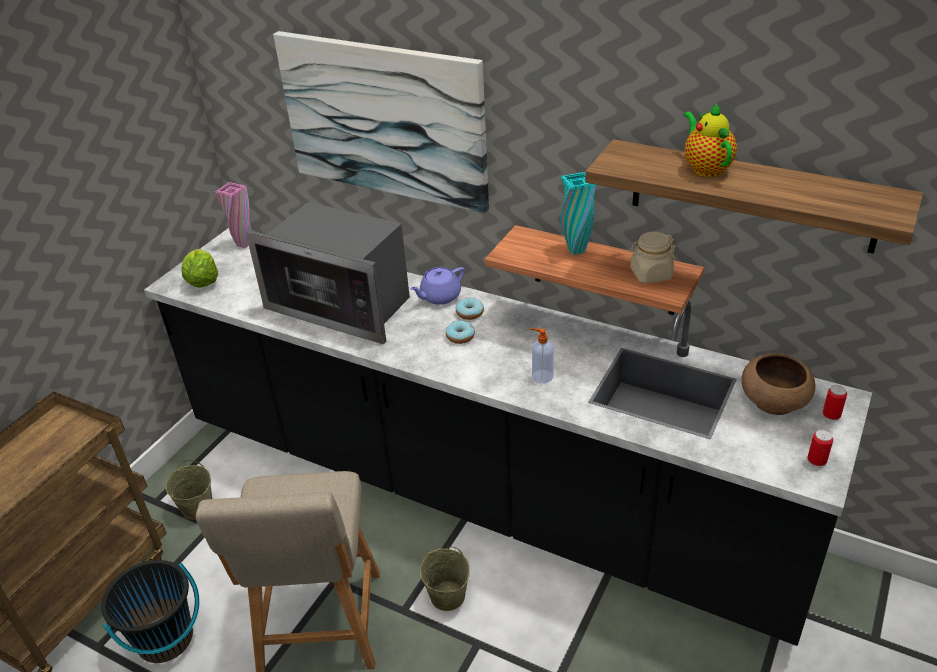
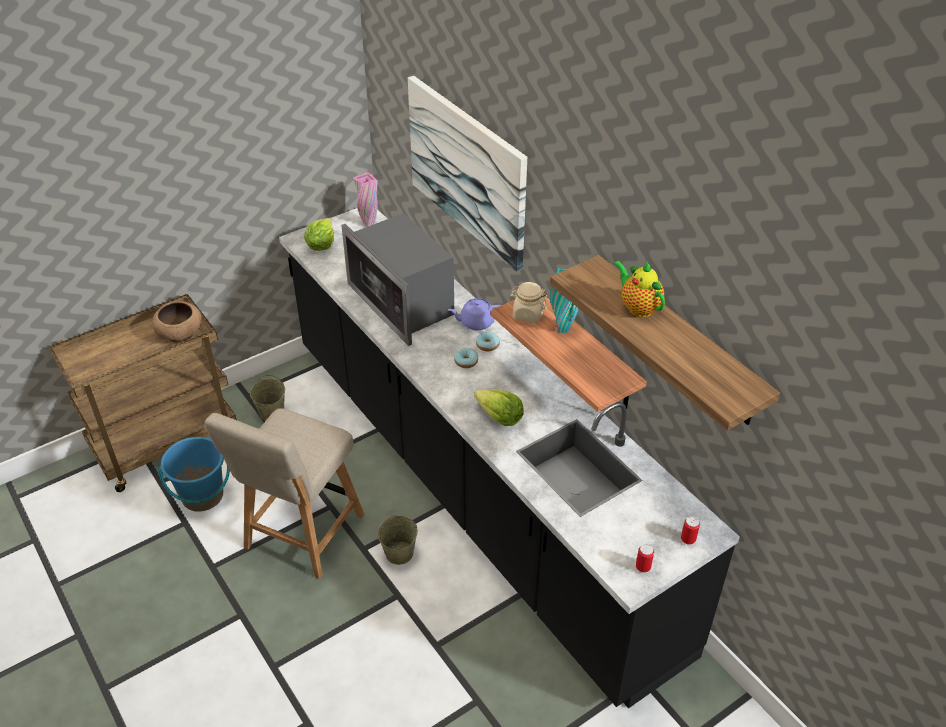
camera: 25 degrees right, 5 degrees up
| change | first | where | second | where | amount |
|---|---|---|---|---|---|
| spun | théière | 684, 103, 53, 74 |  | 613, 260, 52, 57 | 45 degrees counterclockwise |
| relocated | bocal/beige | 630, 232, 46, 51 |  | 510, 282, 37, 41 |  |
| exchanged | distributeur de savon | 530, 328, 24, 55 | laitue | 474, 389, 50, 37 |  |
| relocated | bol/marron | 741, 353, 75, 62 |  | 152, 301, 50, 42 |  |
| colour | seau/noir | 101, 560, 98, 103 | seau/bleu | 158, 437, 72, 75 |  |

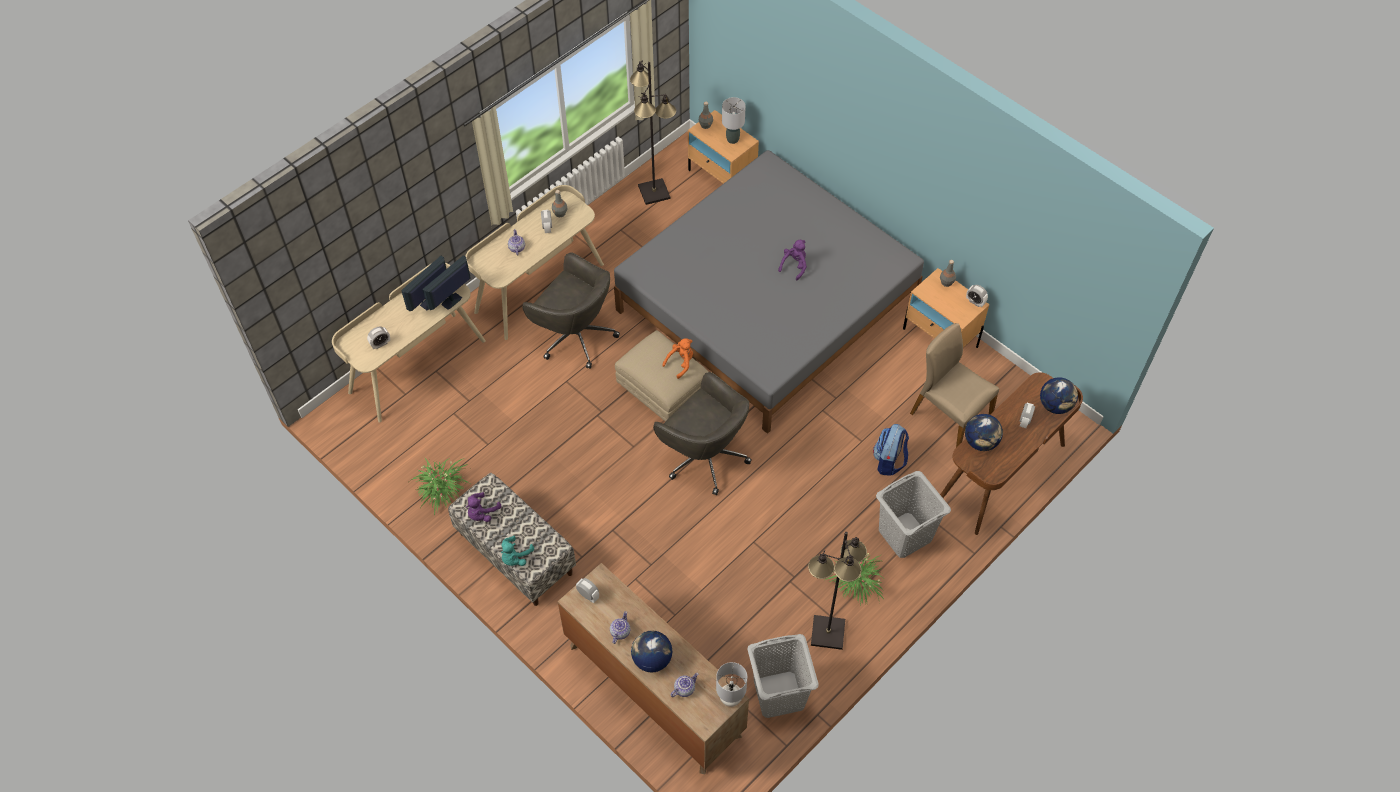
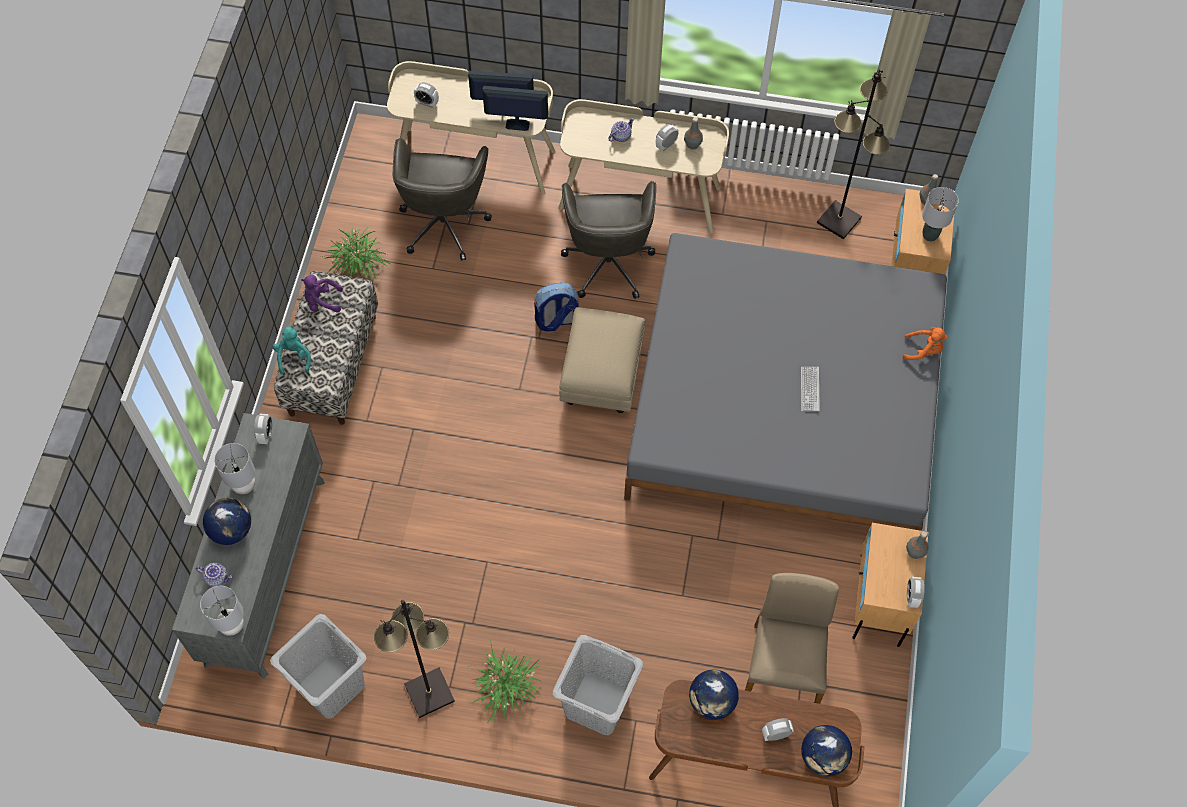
camera: 55 degrees right, 5 degrees up
| change | first | where | second | where | amount |
|---|---|---|---|---|---|
| exchanged | peluche/violet | 778, 240, 29, 40 | clavier | 801, 367, 19, 44 |  |
| relocated | peluche/orange | 662, 338, 31, 41 |  | 903, 327, 45, 33 |  |
| relocated | chaise de bureau/gris | 653, 372, 99, 123 |  | 393, 138, 99, 123 |  |
| relocated | sac à dos | 873, 424, 36, 52 |  | 534, 282, 45, 50 |  |
| spun | peluche/turquoise | 501, 536, 33, 30 |  | 273, 325, 38, 49 | 90 degrees clockwise |
| colour | commode/marron | 557, 563, 192, 211 | commode/gris | 172, 413, 153, 266 |  |
| exchanged | théière | 610, 611, 20, 33 | lampe de table/gris | 214, 443, 41, 51 |  |

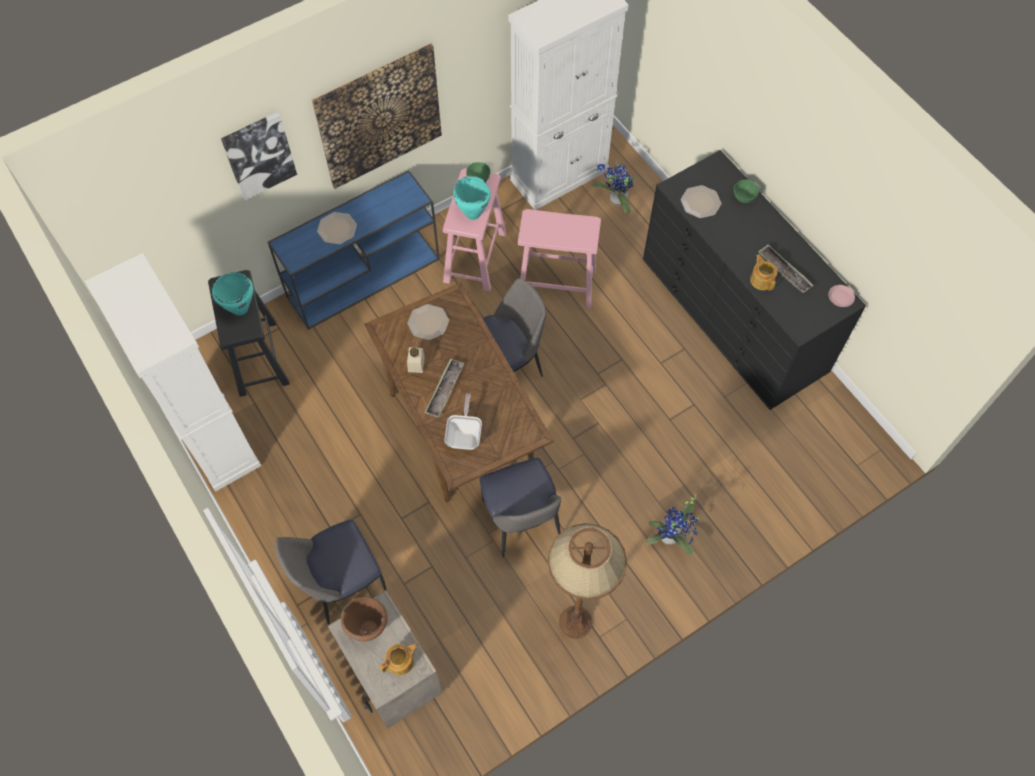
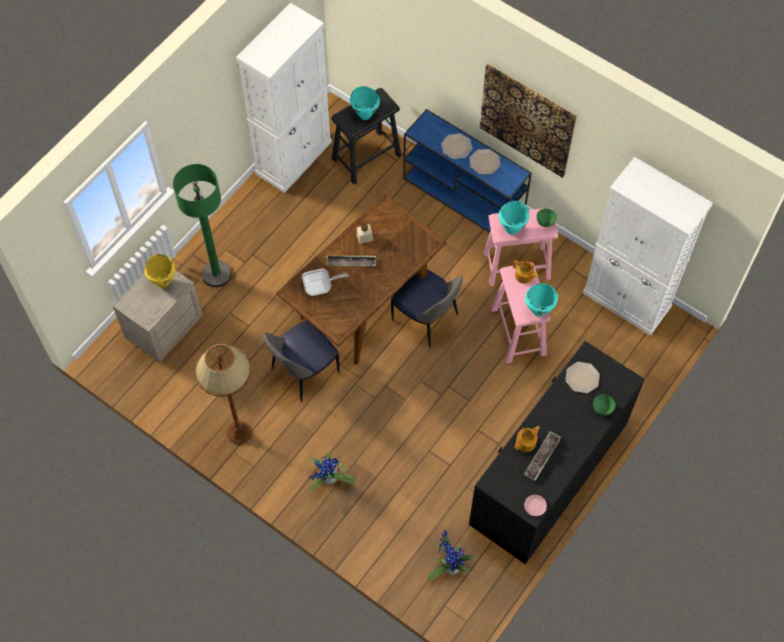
camera: 70 degrees right, 0 degrees up
| change | first | where | second | where | amount |
|---|---|---|---|---|---|
| missing | tableau | 221, 112, 76, 89 |  |  |  |
| relocated | plante en pot | 592, 160, 43, 54 |  | 428, 530, 48, 50 |  |
| relocated | assiette | 407, 304, 42, 36 |  | 470, 149, 30, 25 |  |
| exchanged | chaise | 275, 520, 111, 105 | lampadaire/vert | 173, 164, 59, 123 |  |
| colour | marmite/marron | 341, 597, 47, 45 | marmite/jaune | 144, 254, 31, 34 |  |
| relocated | théière | 380, 643, 38, 32 |  | 513, 260, 26, 24 |  |
| appeared |  |  | marmite/turquoise | 525, 283, 33, 34 |  |

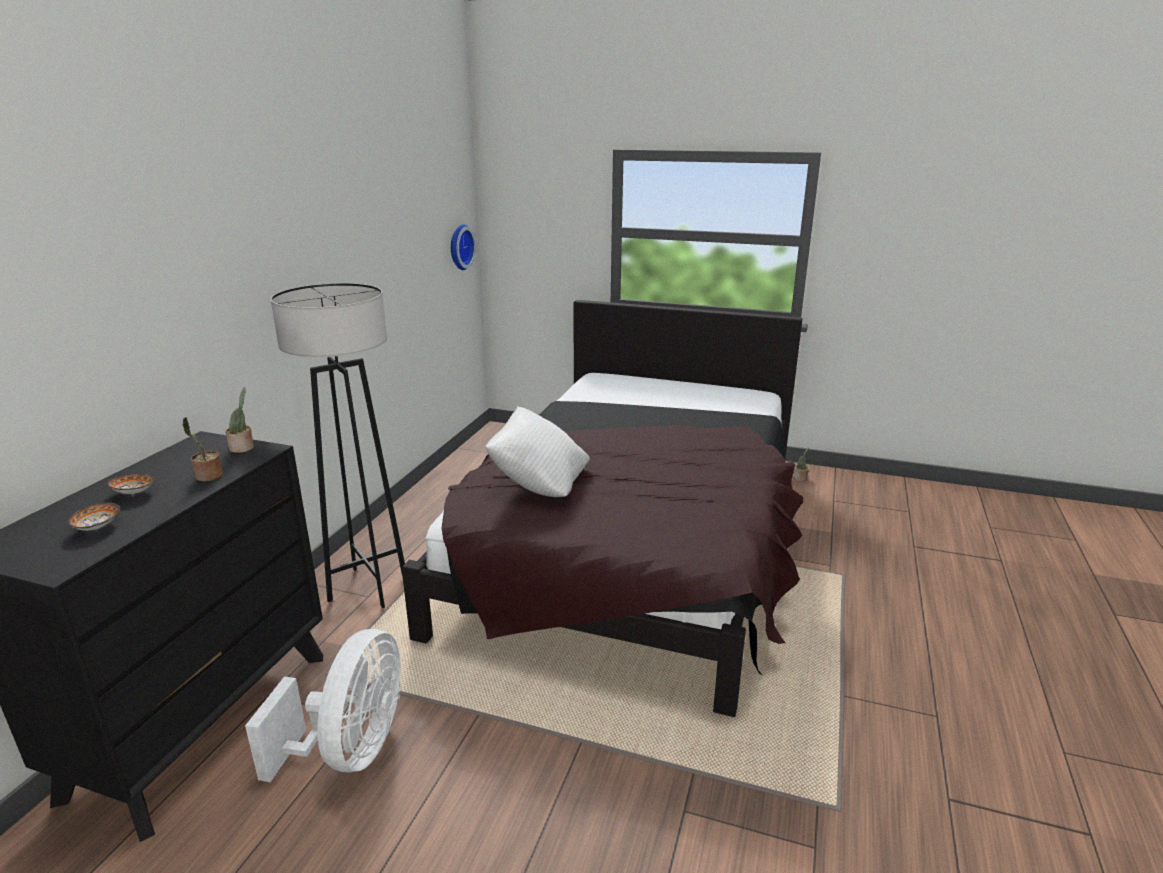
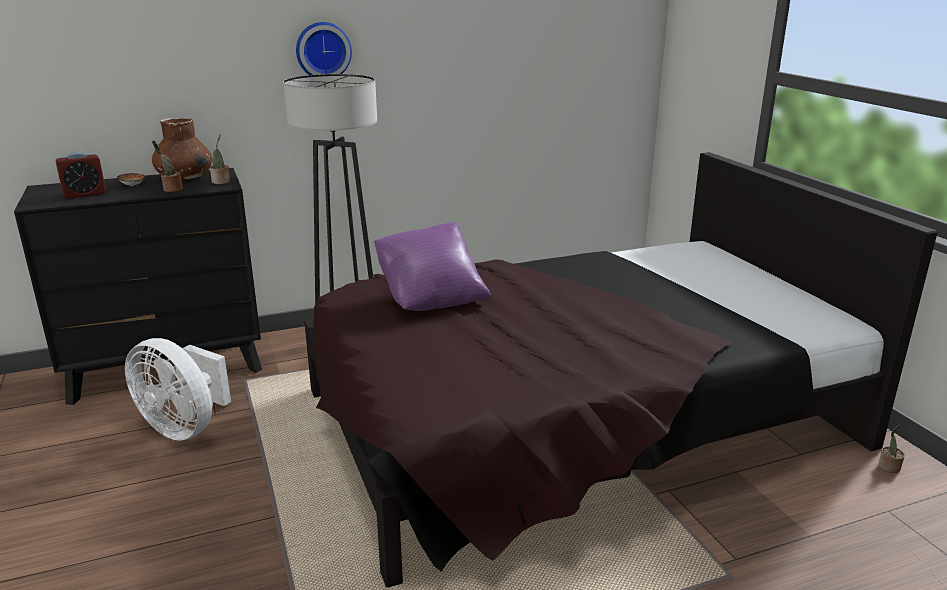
camera: 50 degrees right, 0 degrees up
| change | first | where | second | where | amount |
|---|---|---|---|---|---|
| relocated | horloge murale | 451, 224, 25, 46 |  | 296, 22, 56, 53 |  |
| colour | coussin/blanc | 485, 406, 105, 91 | coussin/violet | 374, 221, 117, 90 |  |
| exchanged | bol | 66, 502, 54, 29 | réveil | 55, 152, 51, 47 |  |
| spun | ventilateur/blanc | 245, 629, 156, 153 |  | 125, 338, 106, 102 | 60 degrees clockwise |
| appeared |  |  | vase/marron | 152, 117, 60, 63 |  |

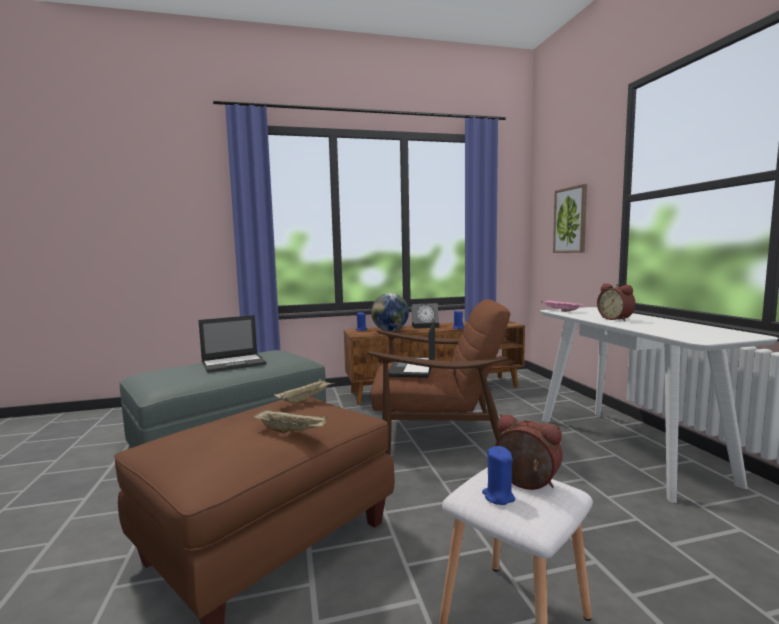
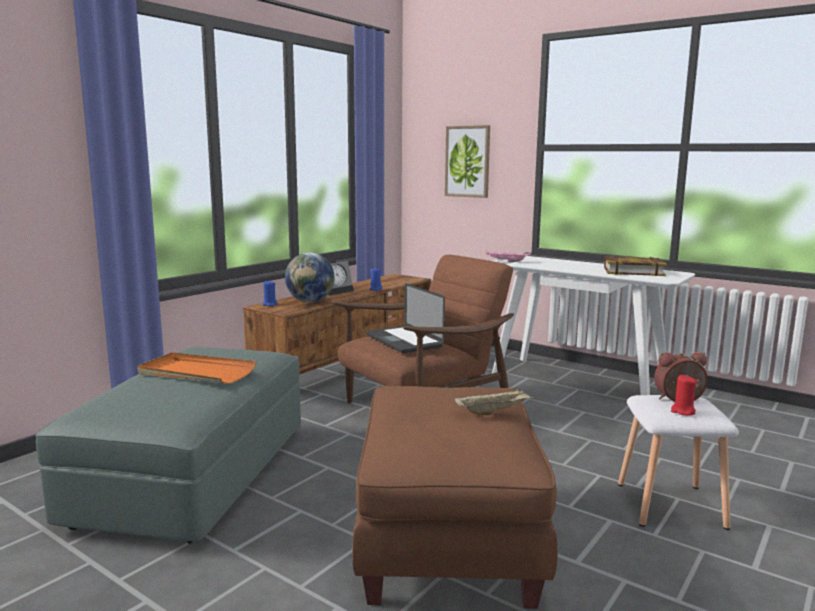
camera: 40 degrees left, 5 degrees up
| change | first | where | second | where | amount |
|---|---|---|---|---|---|
| missing | réveil | 597, 283, 39, 38 |  |  |  |
| exchanged | ordinateur portable | 198, 315, 68, 58 | plateau/orange | 137, 352, 120, 32 |  |
| missing | plateau/beige | 274, 378, 61, 26 |  |  |  |
| colour | bougie/bleu | 482, 446, 33, 59 | bougie/rouge | 671, 375, 26, 41 |  |
| appeared |  |  | livre | 604, 256, 63, 20 |  |

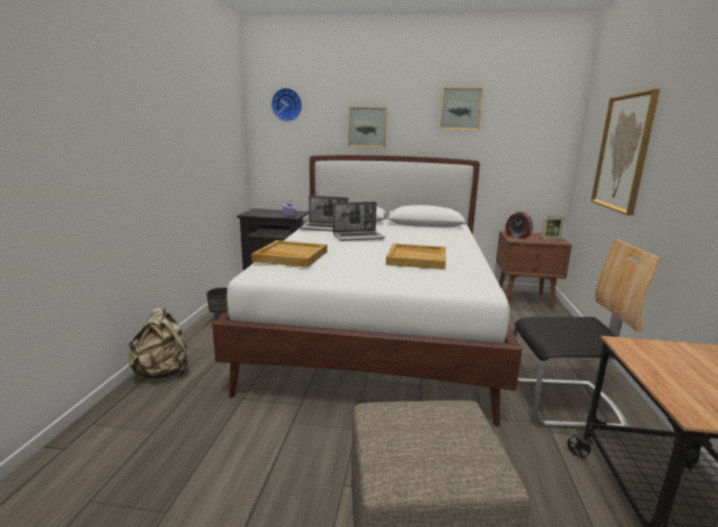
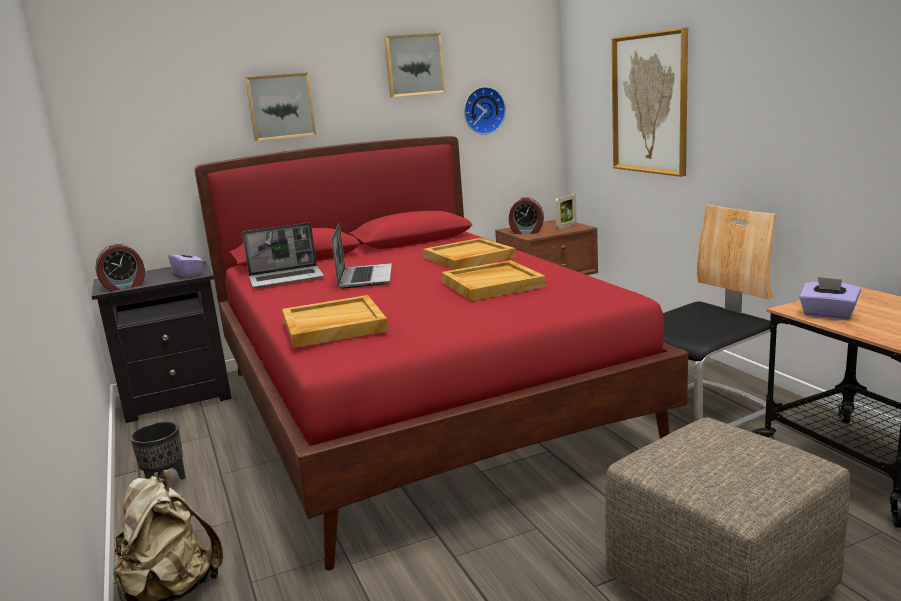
camera: 30 degrees left, 0 degrees up
| change | first | where | second | where | amount |
|---|---|---|---|---|---|
| relocated | horloge murale | 271, 88, 31, 34 |  | 464, 87, 42, 48 |  |
| colour | lit/blanc | 212, 155, 310, 271 | lit/rouge | 195, 136, 493, 435 |  |
| spun | ordinateur portable | 333, 202, 52, 39 |  | 332, 223, 60, 66 | 45 degrees counterclockwise |
| appeared |  |  | plateau/beige | 423, 238, 93, 32 |  |
| appeared |  |  | réveil | 95, 243, 50, 48 |  |
| appeared |  |  | boîte à mouchoirs/violet | 799, 277, 62, 42 |  |

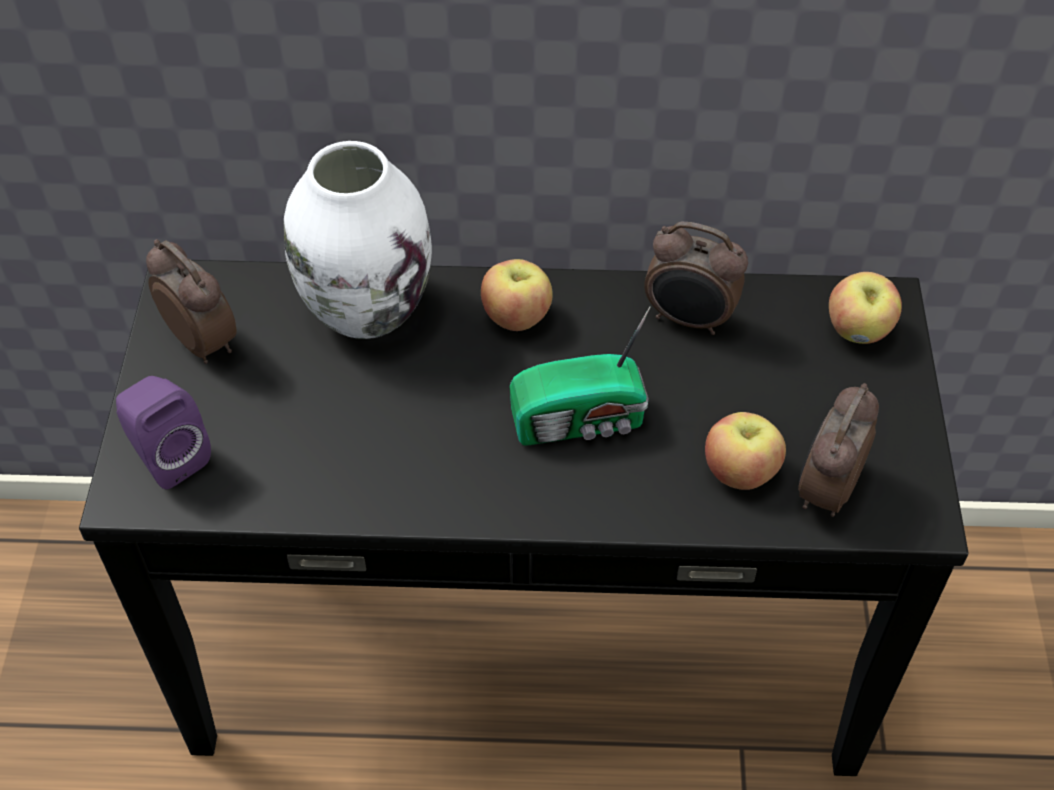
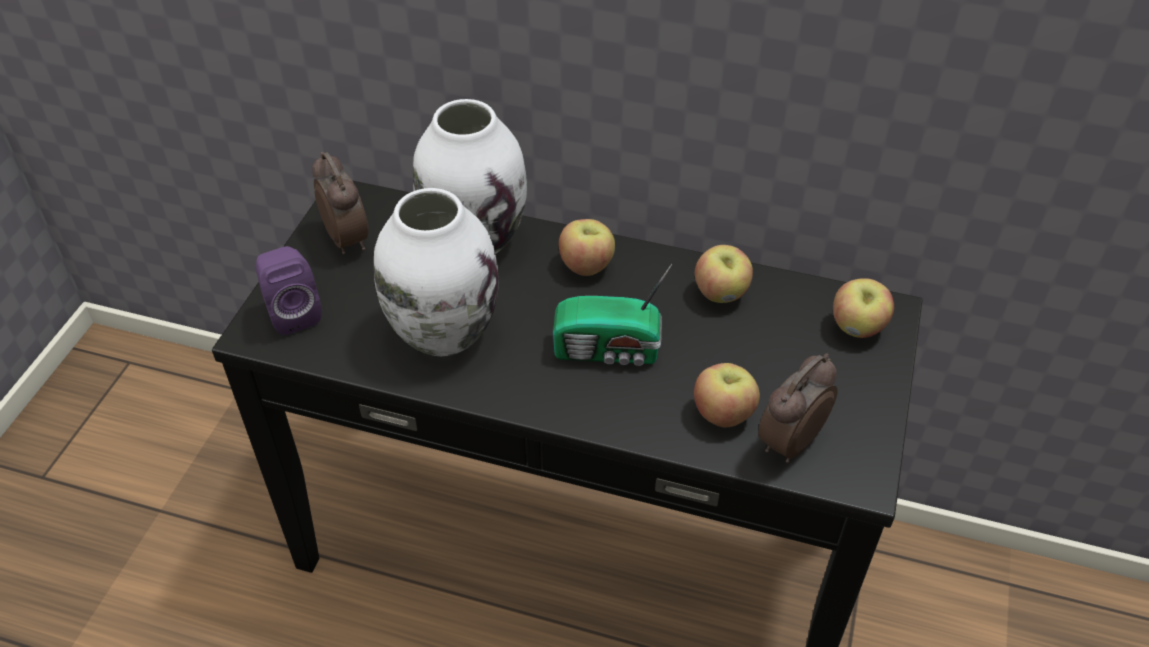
camera: 15 degrees right, 5 degrees down
| change | first | where | second | where | amount |
|---|---|---|---|---|---|
| exchanged | réveil | 644, 222, 104, 113 | pomme | 695, 245, 58, 58 |  |
| appeared |  |  | vase/blanc | 374, 188, 125, 168 |  |

